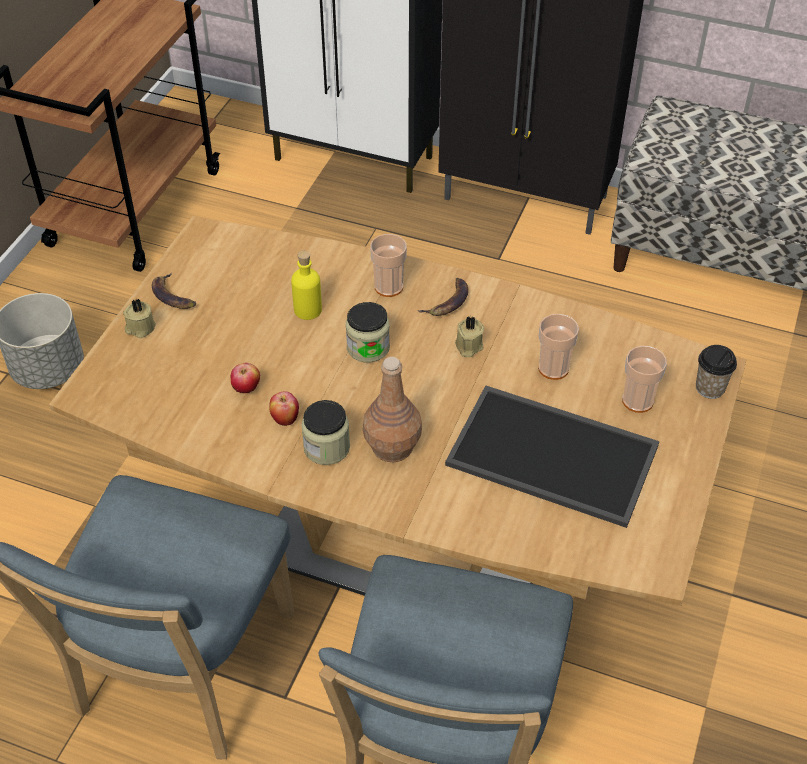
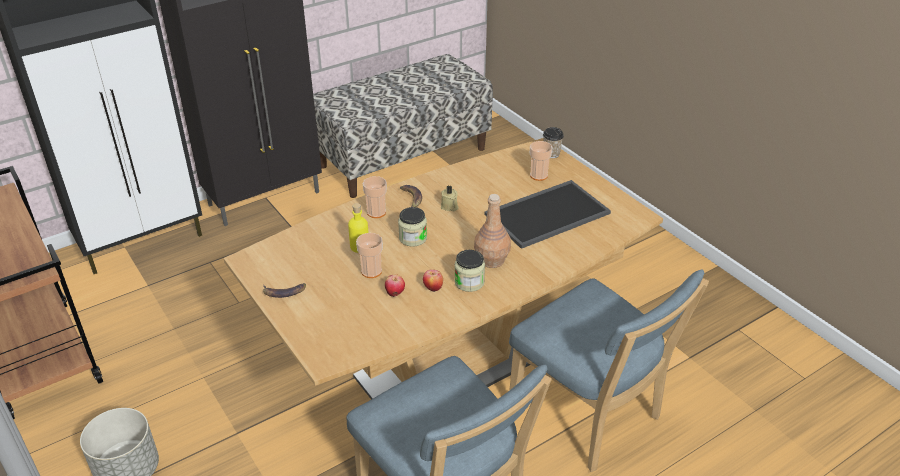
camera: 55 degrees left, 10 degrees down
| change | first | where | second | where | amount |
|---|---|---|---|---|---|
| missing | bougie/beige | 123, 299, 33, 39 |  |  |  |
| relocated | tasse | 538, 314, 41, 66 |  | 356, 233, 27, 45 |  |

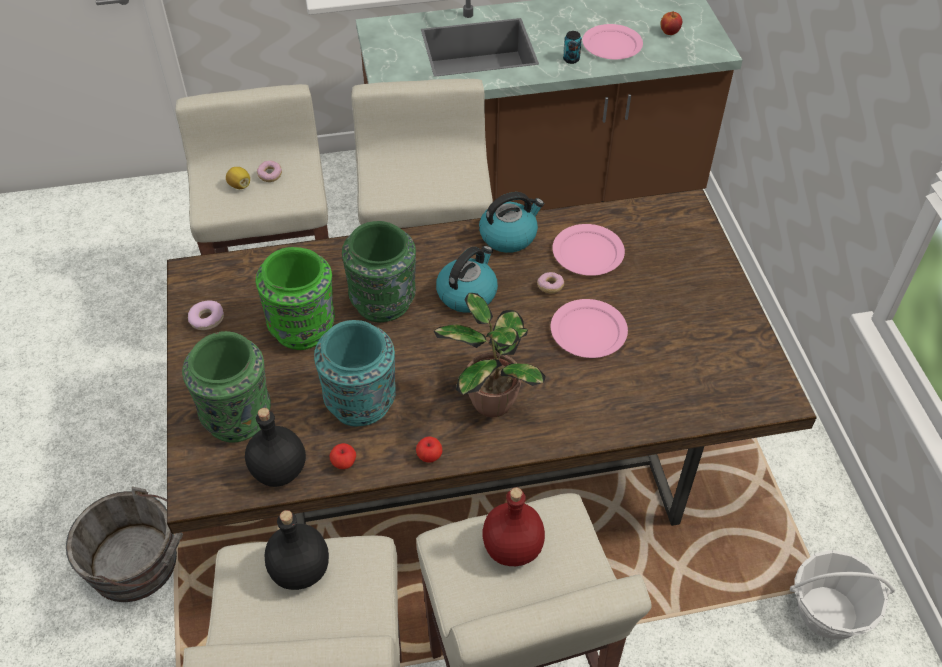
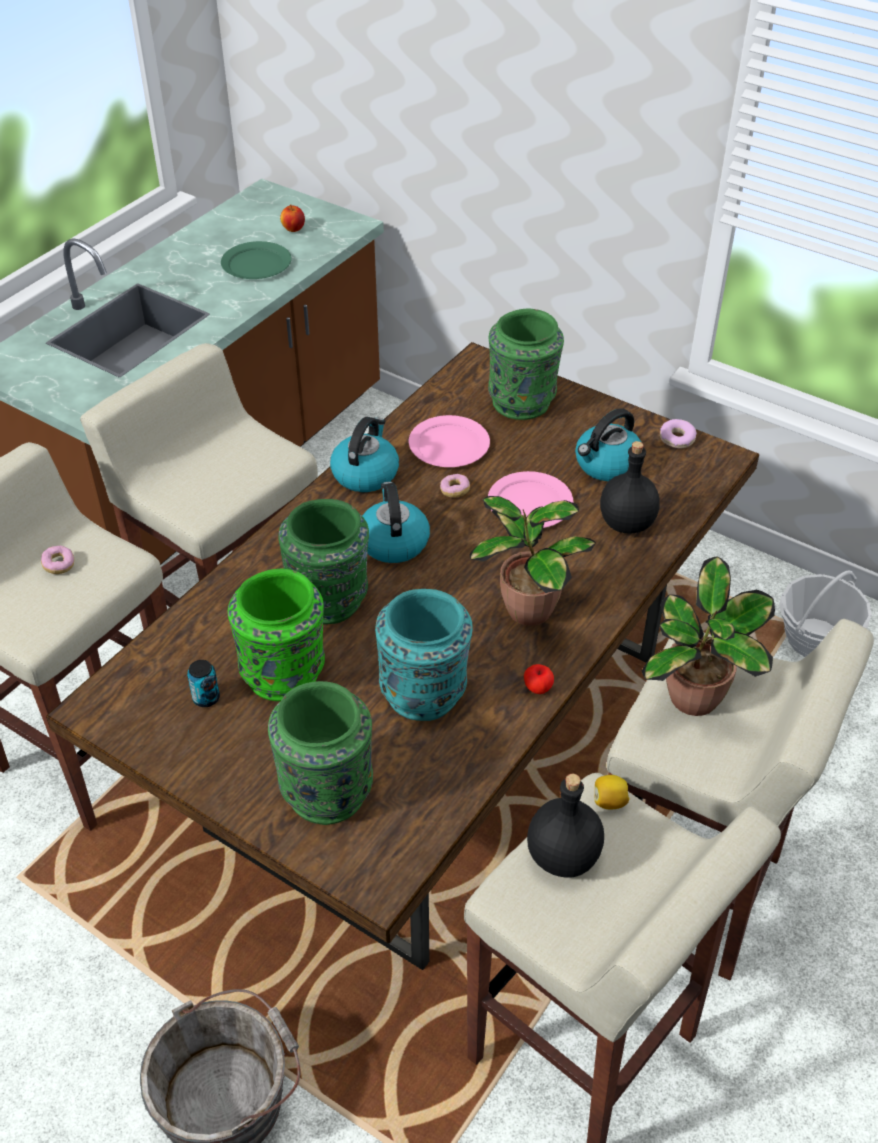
camera: 45 degrees left, 5 degrees down
| change | first | where | second | where | amount |
|---|---|---|---|---|---|
| colour | assiette/rose | 582, 24, 61, 35 | assiette/vert | 221, 241, 71, 38 |  |
| relocated | boîte métallique | 563, 31, 19, 33 |  | 187, 660, 33, 47 |  |
| relocated | citron | 226, 167, 24, 22 |  | 595, 775, 35, 34 |  |
| relocated | beignet | 188, 300, 36, 30 |  | 660, 419, 37, 29 |  |
| relocated | bouteille/noir | 245, 408, 61, 79 |  | 600, 441, 60, 93 |  |
| missing | pomme | 330, 443, 26, 26 |  |  |  |
| exchanged | bouteille/rouge | 482, 488, 63, 78 | plante en pot | 642, 556, 133, 160 |  |
| appeared |  |  | vase/vert | 488, 309, 76, 111 |  |
| appeared |  |  | bouilloire | 575, 408, 66, 74 |  |

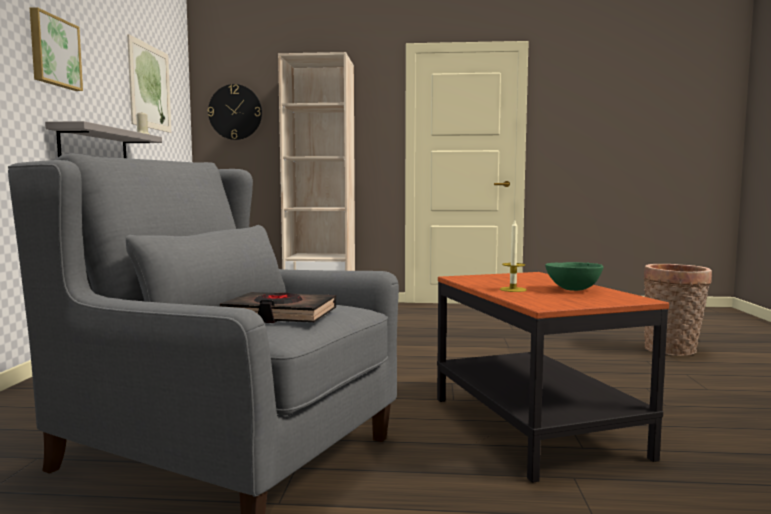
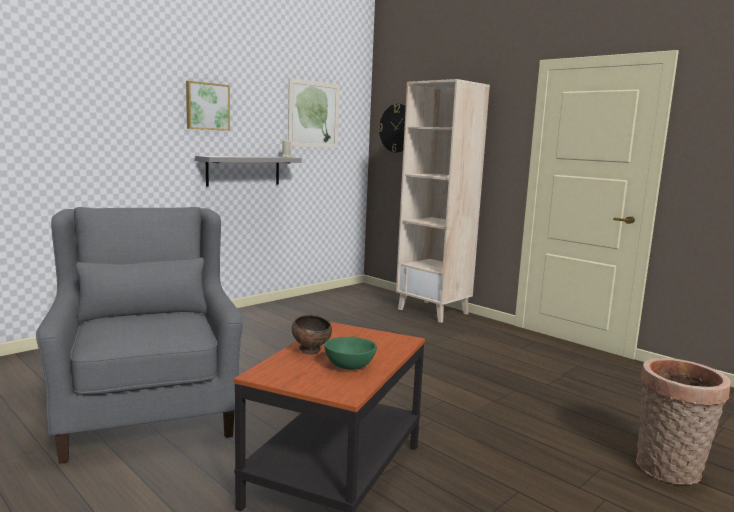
camera: 40 degrees right, 5 degrees up
| change | first | where | second | where | amount |
|---|---|---|---|---|---|
| exchanged | bougie | 500, 220, 26, 72 | bol/marron | 292, 315, 40, 40 |  |
| missing | livre/noir | 220, 292, 116, 31 |  |  |  |

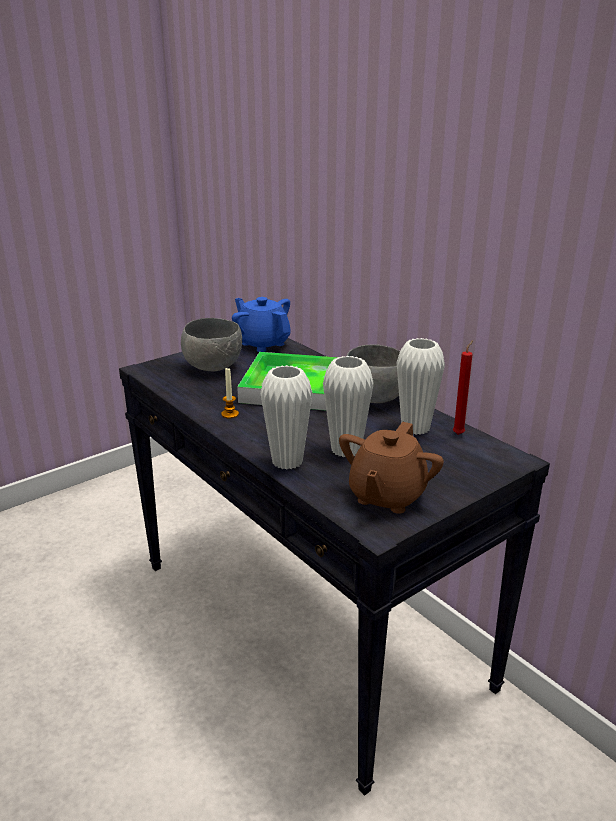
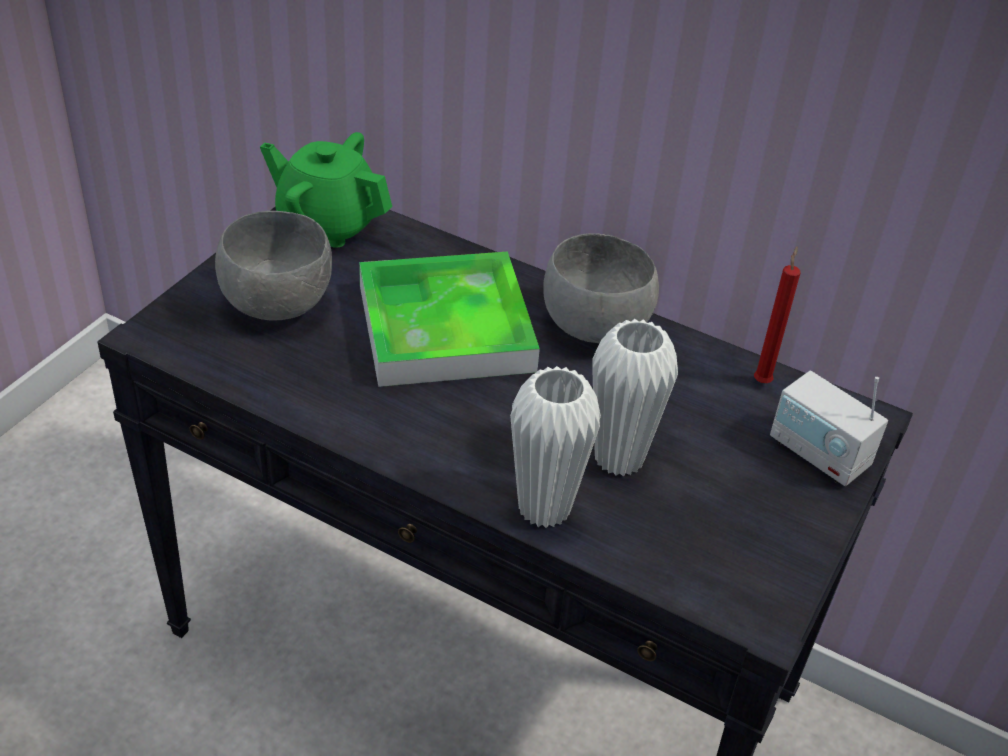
camera: 25 degrees left, 15 degrees up
| change | first | where | second | where | amount |
|---|---|---|---|---|---|
| colour | théière/bleu | 232, 297, 59, 55 | théière/vert | 260, 132, 132, 116 |  |
| missing | vase/blanc | 397, 338, 48, 97 |  |  |  |
| missing | bougie | 221, 367, 18, 52 |  |  |  |
| missing | théière/marron | 339, 422, 105, 92 |  |  |  |
| appeared |  |  | radio | 770, 371, 118, 115 |  |

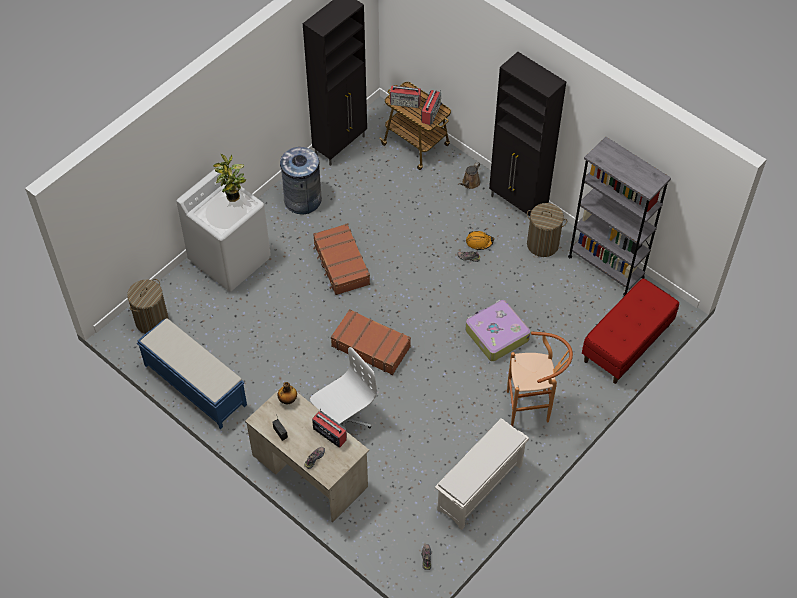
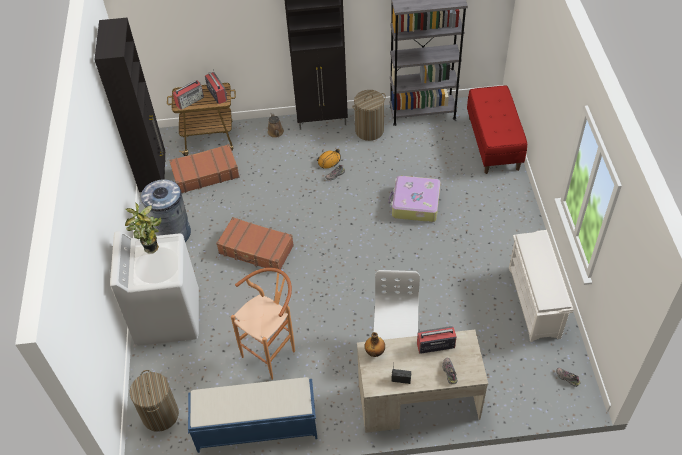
camera: 45 degrees left, 5 degrees down
| change | first | where | second | where | amount |
|---|---|---|---|---|---|
| relocated | valise/marron | 331, 309, 80, 66 |  | 169, 144, 71, 49 |  |
| relocated | tabouret/marron | 507, 332, 66, 94 |  | 231, 268, 64, 112 |  |

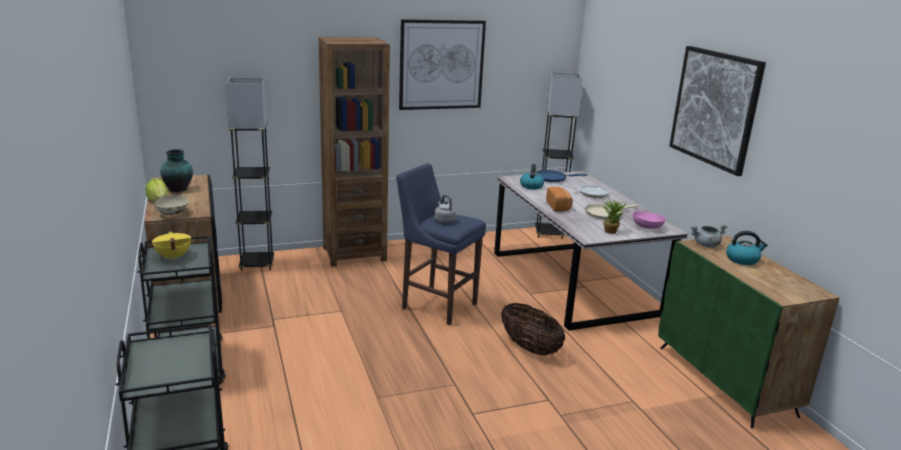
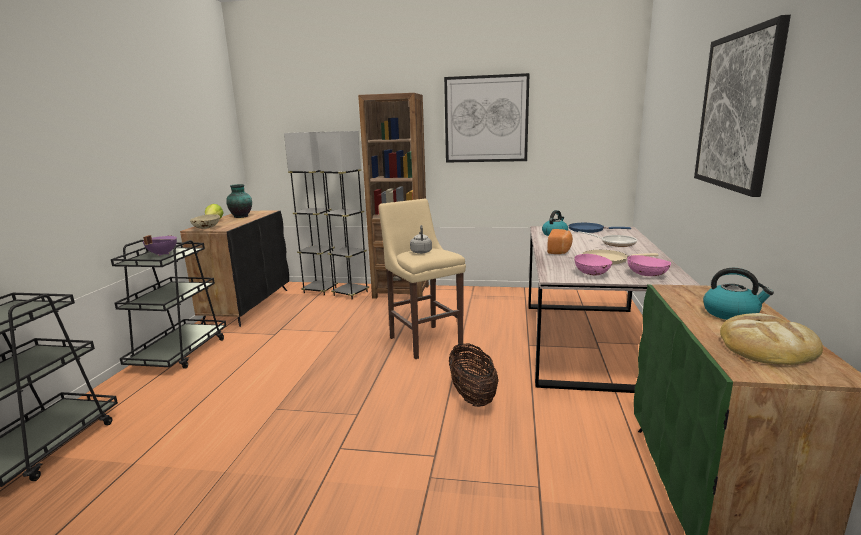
camera: 30 degrees right, 5 degrees down
| change | first | where | second | where | amount |
|---|---|---|---|---|---|
| relocated | lampadaire/gris | 535, 72, 48, 167 |  | 317, 131, 52, 168 |  |
| colour | tabouret/bleu | 396, 163, 90, 162 | tabouret/beige | 379, 199, 87, 160 |  |
| exchanged | plante en pot | 602, 200, 25, 34 | bol/rose | 575, 254, 38, 22 |  |
| missing | marmite/gris | 691, 224, 37, 23 |  |  |  |
| colour | marmite/jaune | 152, 232, 39, 28 | marmite/violet | 143, 235, 34, 21 |  |
| appeared |  |  | pain | 720, 313, 103, 52 |  |

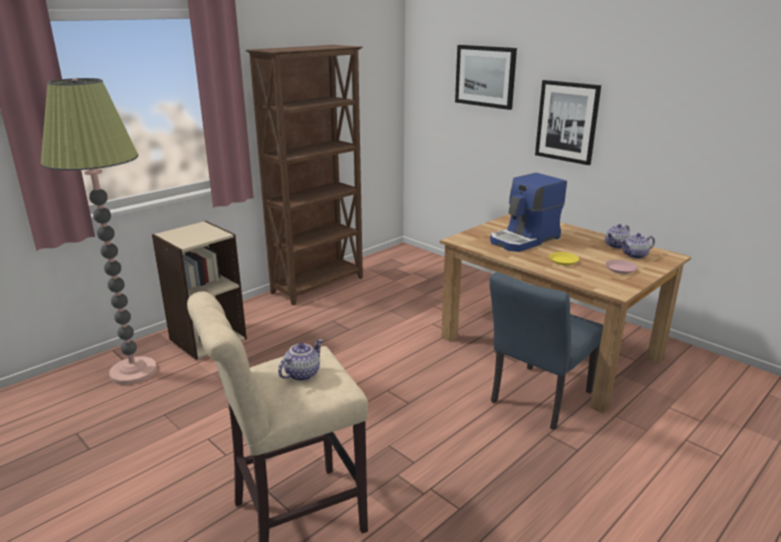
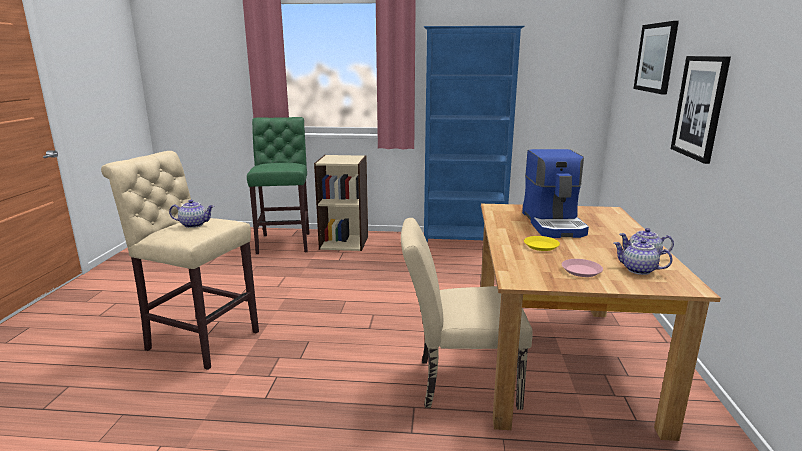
camera: 50 degrees right, 5 degrees down
| change | first | where | second | where | amount |
|---|---|---|---|---|---|
| colour | bibliothèque/marron | 246, 45, 117, 260 | bibliothèque/bleu | 424, 26, 101, 216 |  |
| exchanged | lampadaire | 41, 78, 116, 307 | tabouret/vert | 247, 117, 63, 138 |  |
| spun | machine à café | 490, 173, 77, 79 |  | 522, 149, 67, 89 | 105 degrees counterclockwise |
| colour | chaise/bleu | 489, 272, 114, 158 | chaise/beige | 401, 218, 131, 192 |  |

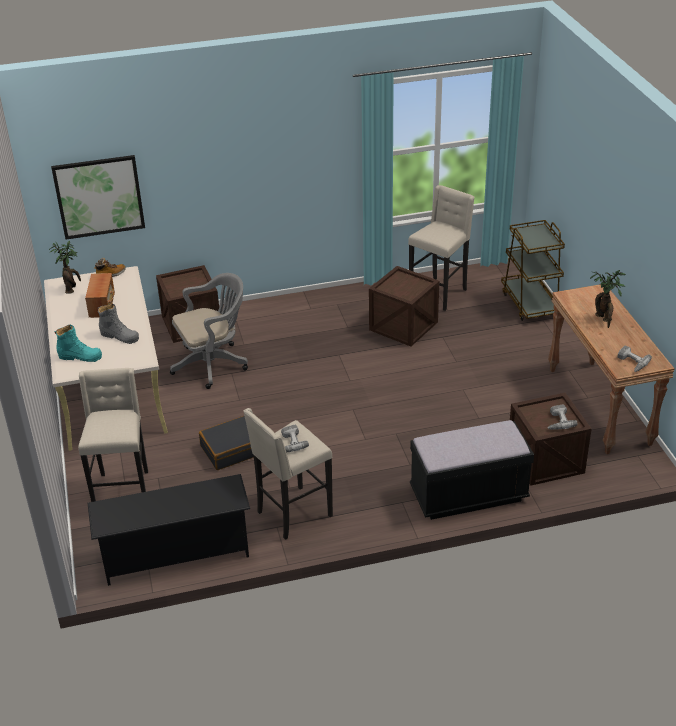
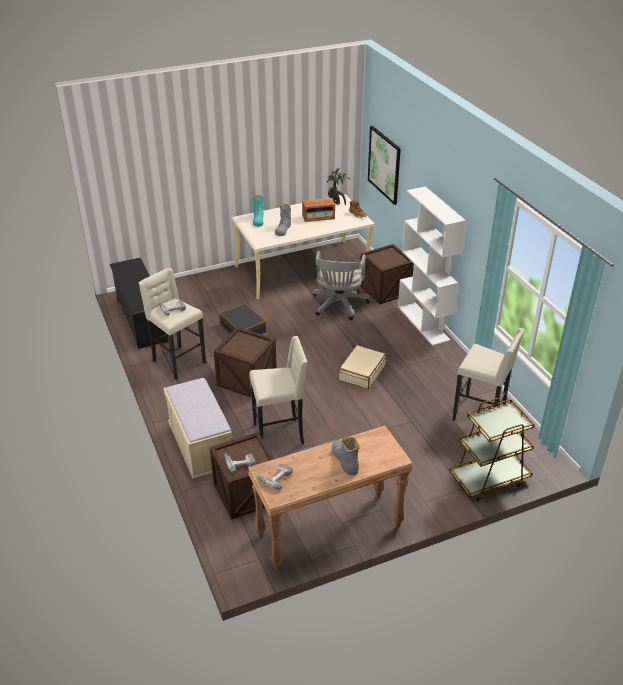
camera: 80 degrees right, 0 degrees up
| change | first | where | second | where | amount |
|---|---|---|---|---|---|
| relocated | caisse | 369, 266, 70, 80 |  | 214, 327, 63, 71 |  |
| exchanged | plante en pot | 590, 270, 36, 58 | botte/gris | 332, 437, 28, 38 |  |
| spun | chaise de bureau/gris | 170, 273, 78, 116 |  | 312, 251, 58, 69 | 45 degrees clockwise |
| relocated | tabouret/beige | 78, 368, 70, 134 |  | 249, 336, 58, 108 |  |
| colour | banc/noir | 410, 420, 124, 100 | banc/beige | 164, 378, 68, 101 |  |
| appeared |  |  | bibliothèque/blanc | 398, 186, 68, 160 |  |
| appeared |  |  | valise/beige | 339, 345, 47, 44 |  |

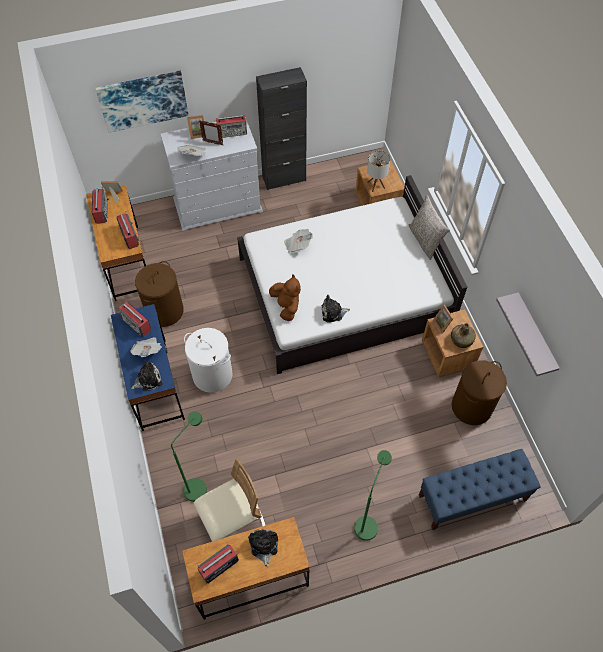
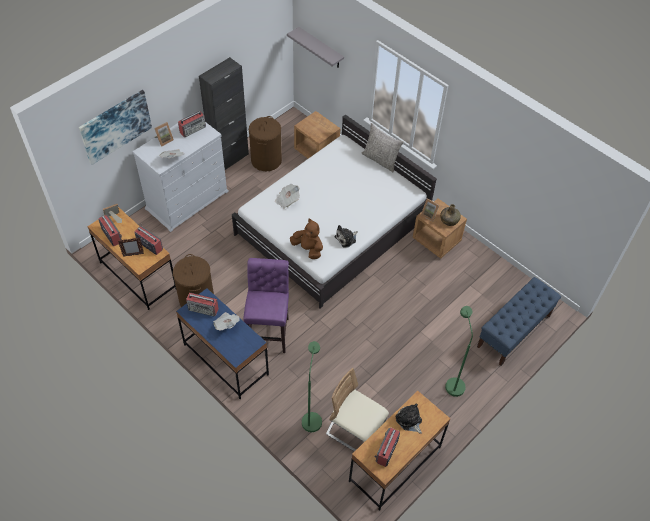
camera: 30 degrees left, 5 degrees down
| change | first | where | second | where | amount |
|---|---|---|---|---|---|
| relocated | cadre photo | 199, 120, 25, 25 |  | 118, 237, 26, 19 |  |
| missing | lampe de table | 367, 150, 23, 42 |  |  |  |
| relocated | étagère/gris | 496, 292, 64, 84 |  | 287, 27, 57, 41 |  |
| exchanged | panier à linge/blanc | 184, 328, 49, 65 | tabouret/violet | 243, 258, 46, 95 |  |
| missing | peluche | 131, 360, 32, 31 |  |  |  |
| relocated | panier à linge/marron | 452, 360, 55, 65 |  | 249, 116, 33, 55 |  |
| spun | chaise/beige | 194, 459, 72, 82 |  | 326, 368, 63, 84 | 90 degrees counterclockwise |

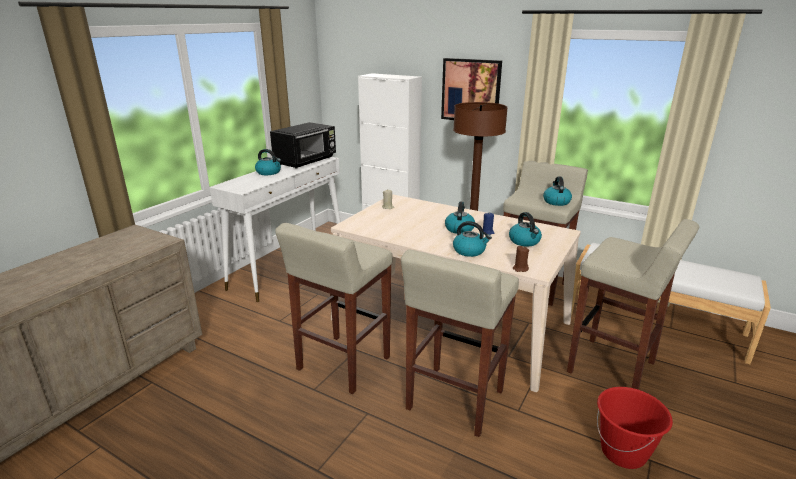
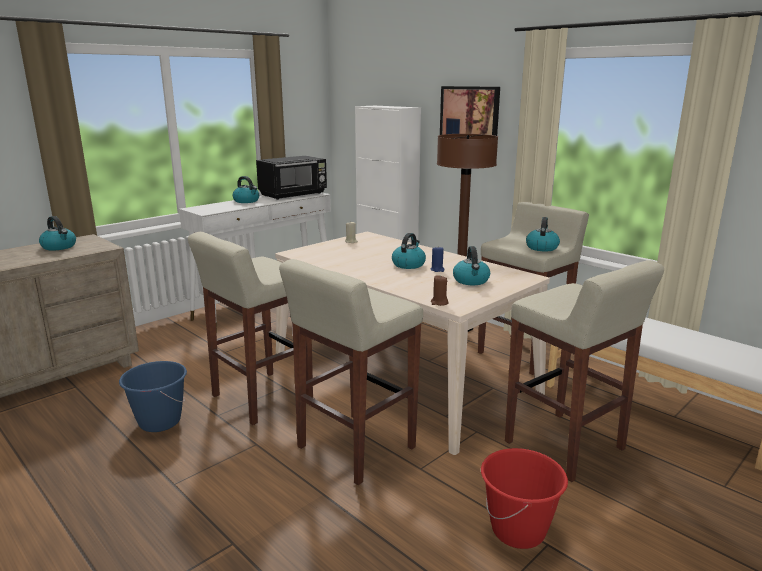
camera: 15 degrees right, 5 degrees down
| change | first | where | second | where | amount |
|---|---|---|---|---|---|
| relocated | bouilloire | 453, 221, 39, 36 |  | 39, 216, 37, 34 |  |
| appeared |  |  | seau/bleu | 119, 361, 68, 71 |  |

